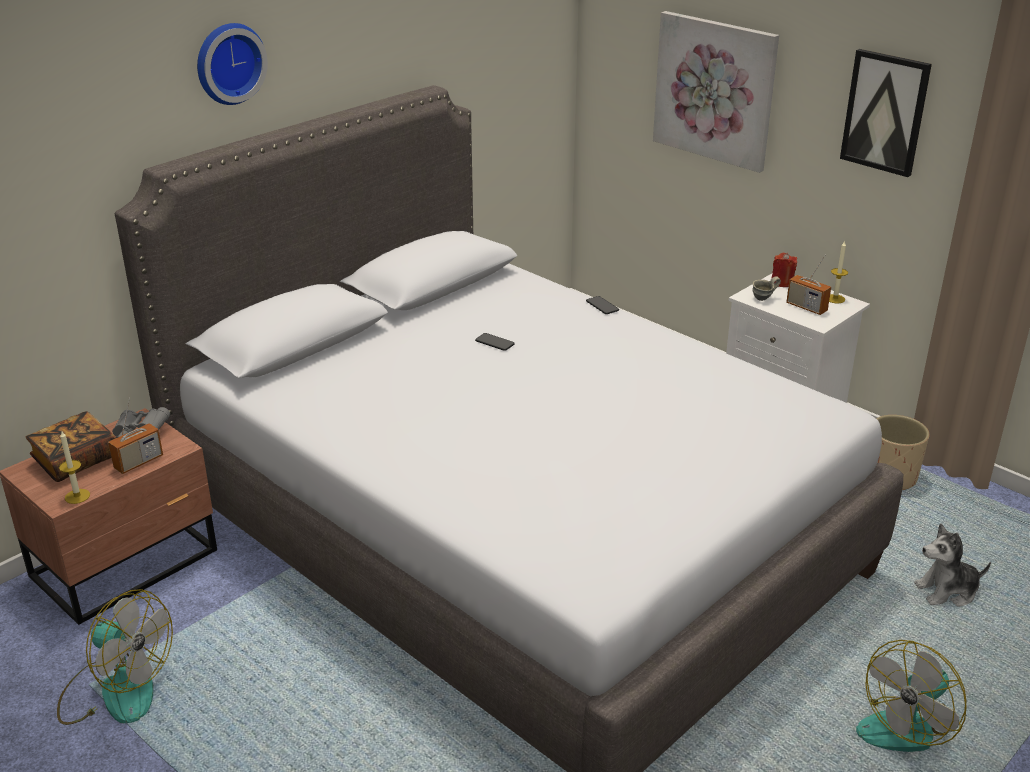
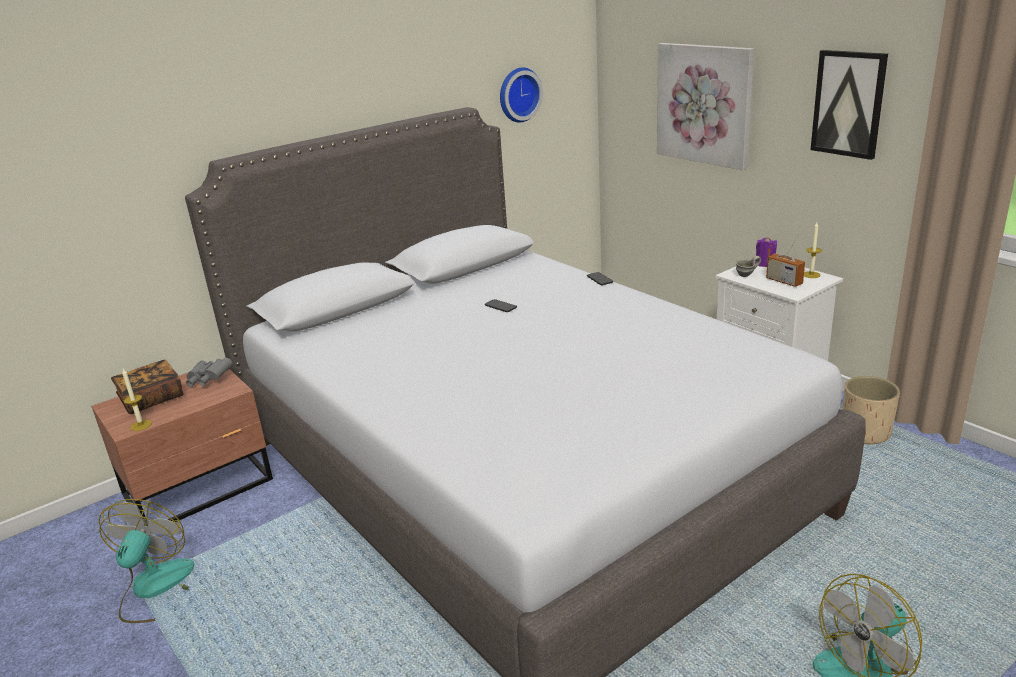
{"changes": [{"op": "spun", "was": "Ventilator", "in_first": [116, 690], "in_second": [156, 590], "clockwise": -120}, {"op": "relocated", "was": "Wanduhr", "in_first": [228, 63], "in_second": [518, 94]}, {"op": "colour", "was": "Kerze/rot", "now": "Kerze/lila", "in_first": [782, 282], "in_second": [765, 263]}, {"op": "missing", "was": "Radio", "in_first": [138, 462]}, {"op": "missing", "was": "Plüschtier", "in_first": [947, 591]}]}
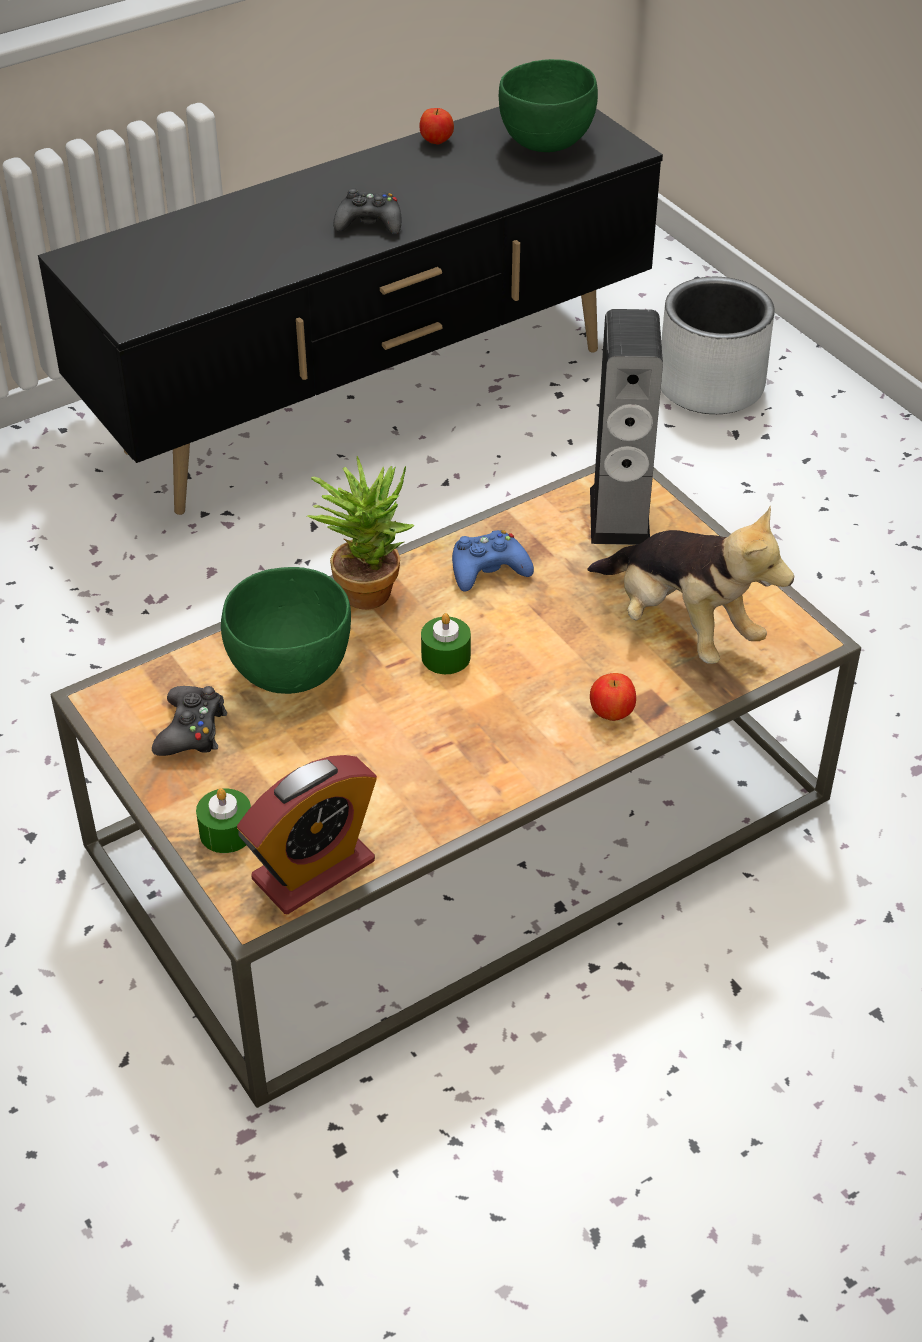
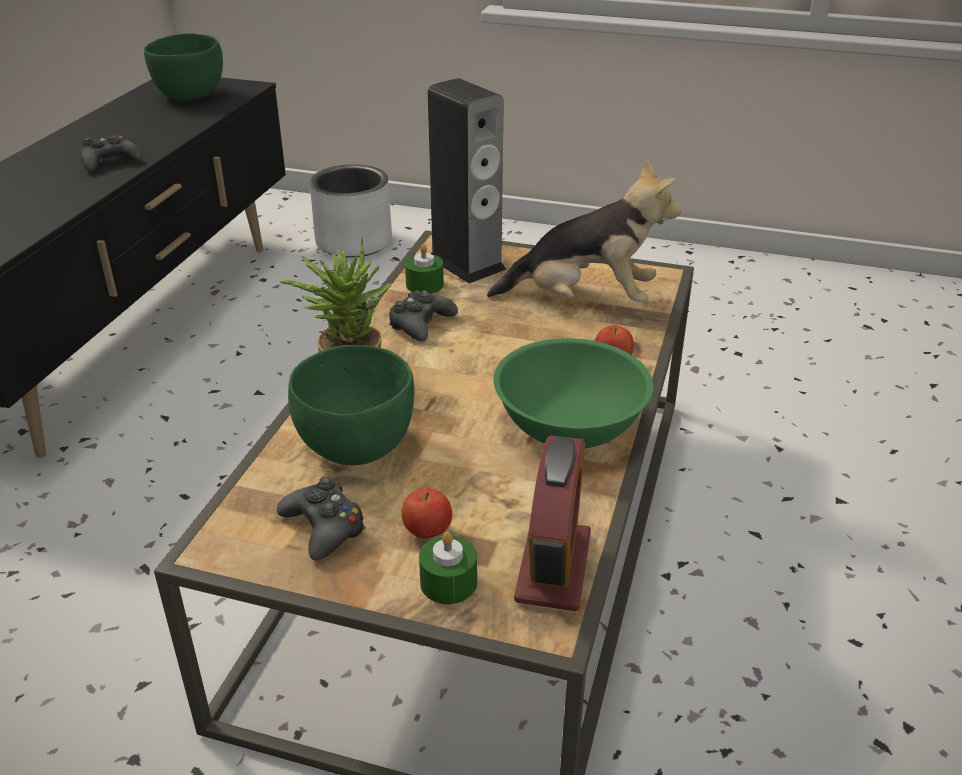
{"changes": [{"op": "colour", "was": "Gamepad/blau", "now": "Gamepad/schwarz", "in_first": [488, 569], "in_second": [421, 324]}, {"op": "relocated", "was": "Apfel", "in_first": [436, 141], "in_second": [427, 532]}, {"op": "relocated", "was": "Kerze/grün", "in_first": [446, 657], "in_second": [424, 285]}, {"op": "appeared", "now": "Schüssel/grün", "in_second": [570, 426]}]}
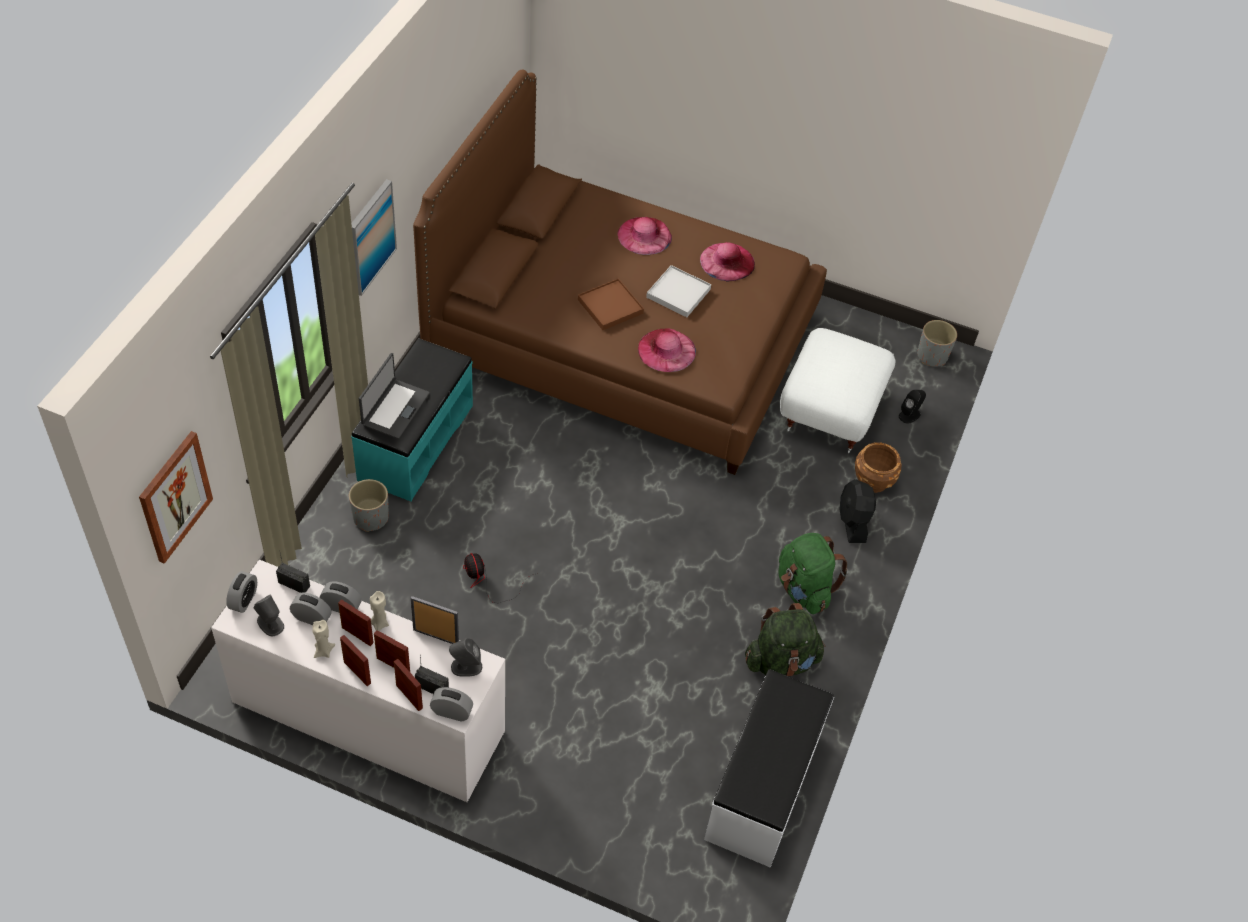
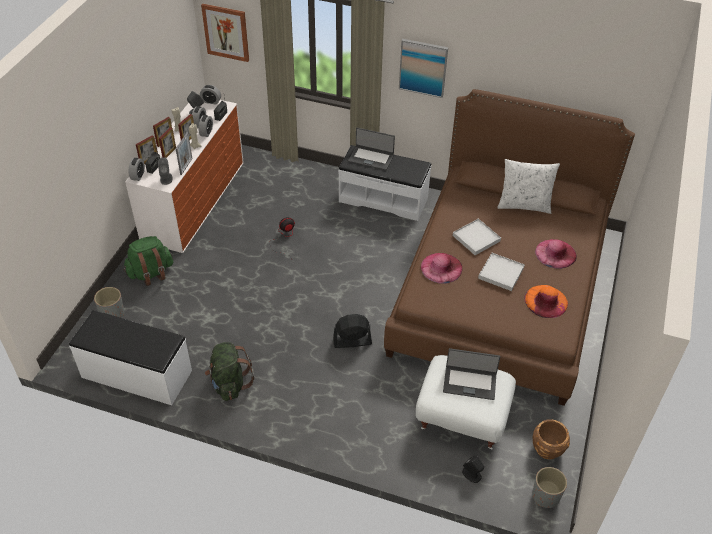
{"changes": [{"op": "relocated", "was": "Pflanzkübel/grau", "in_first": [370, 518], "in_second": [112, 313]}, {"op": "relocated", "was": "Rucksack/grün", "in_first": [804, 589], "in_second": [151, 273]}, {"op": "relocated", "was": "Ventilator/schwarz", "in_first": [853, 522], "in_second": [352, 341]}, {"op": "colour", "was": "Bank/türkis", "now": "Bank/weiß", "in_first": [415, 442], "in_second": [383, 199]}, {"op": "appeared", "now": "Laptop", "in_second": [469, 383]}, {"op": "colour", "was": "Tablett/braun", "now": "Tablett/weiß", "in_first": [610, 306], "in_second": [476, 238]}, {"op": "appeared", "now": "Kissen/weiß", "in_second": [524, 205]}, {"op": "colour", "was": "Hut/rosa", "now": "Hut/orange", "in_first": [727, 261], "in_second": [546, 301]}, {"op": "relocated", "was": "Pflanzkübel/braun", "in_first": [873, 480], "in_second": [547, 449]}]}
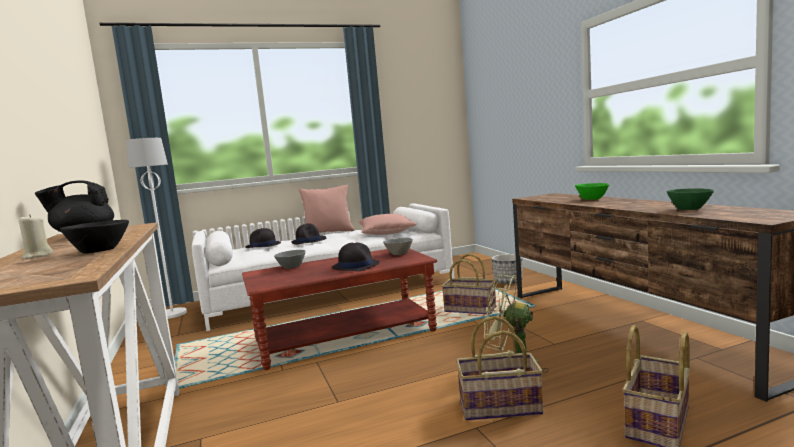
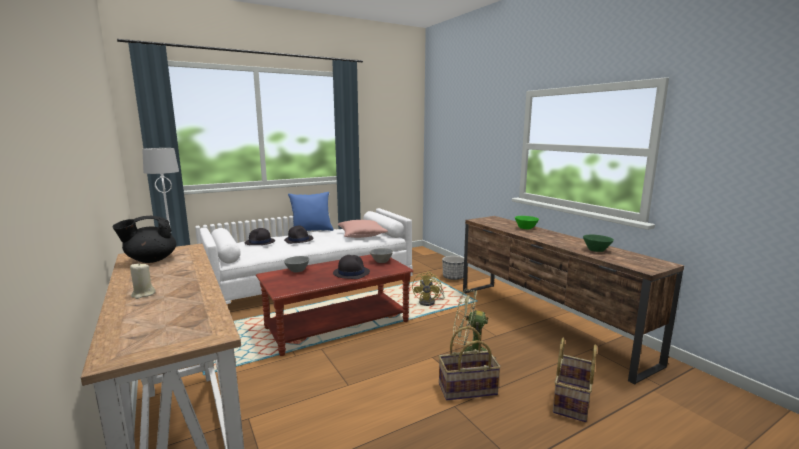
{"changes": [{"op": "colour", "was": "Kissen/rosa", "now": "Kissen/blau", "in_first": [329, 233], "in_second": [312, 231]}, {"op": "exchanged", "was": "Korb", "now": "Ventilator/gelb", "in_first": [470, 309], "in_second": [430, 302]}, {"op": "missing", "was": "Schüssel/schwarz", "in_first": [101, 250]}]}
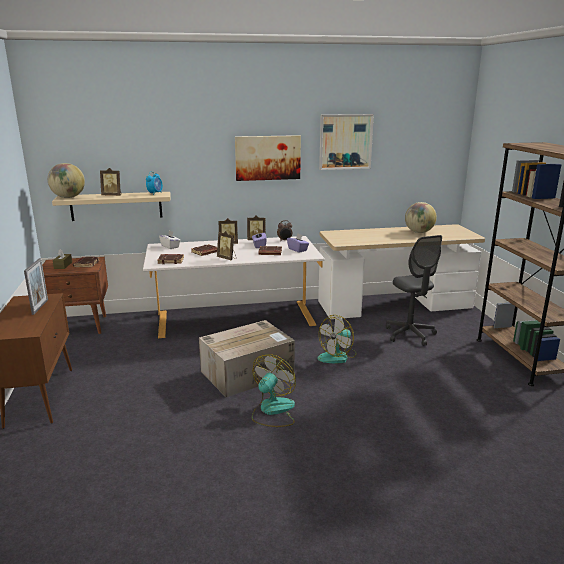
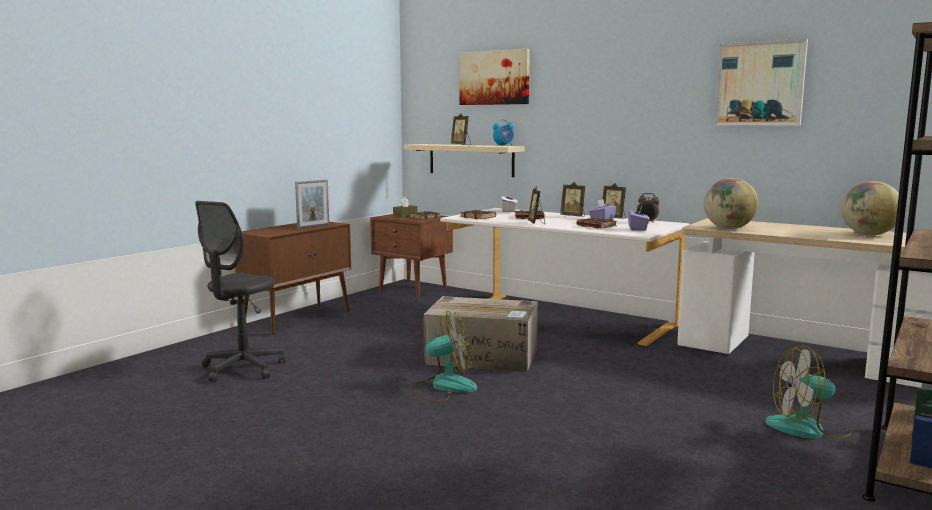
{"changes": [{"op": "relocated", "was": "Bürostuhl/grau", "in_first": [410, 334], "in_second": [243, 369]}, {"op": "relocated", "was": "Bild", "in_first": [267, 157], "in_second": [494, 78]}, {"op": "relocated", "was": "Globus", "in_first": [68, 197], "in_second": [728, 228]}, {"op": "relocated", "was": "Ventilator", "in_first": [337, 356], "in_second": [807, 428]}]}
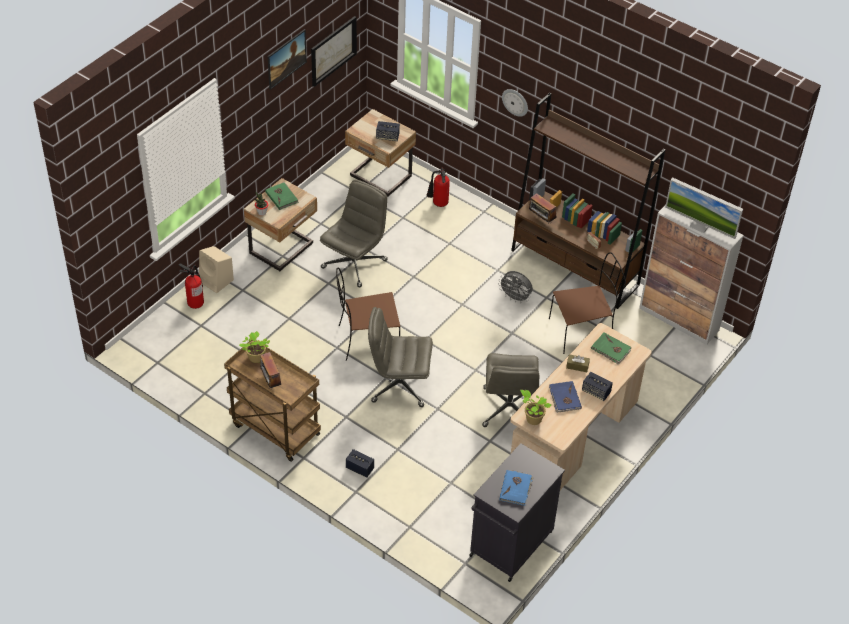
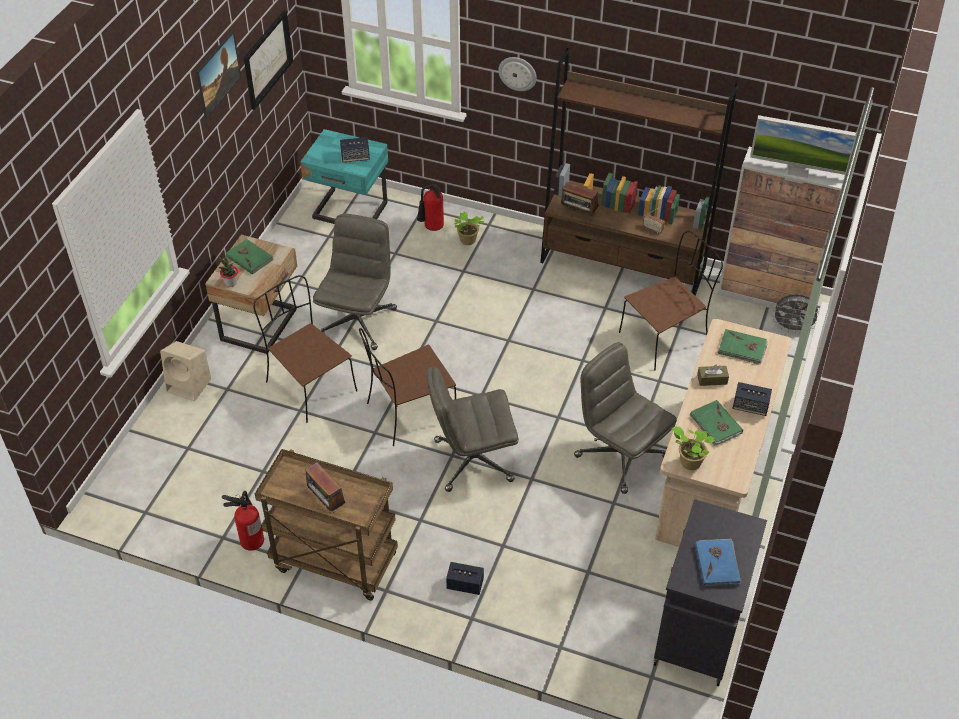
{"changes": [{"op": "relocated", "was": "Feuerlöscher", "in_first": [196, 302], "in_second": [251, 539]}, {"op": "appeared", "now": "Stuhl/braun", "in_second": [309, 385]}, {"op": "colour", "was": "Nachttisch/beige", "now": "Nachttisch/türkis", "in_first": [380, 177], "in_second": [349, 213]}, {"op": "relocated", "was": "Topfpflanze", "in_first": [255, 358], "in_second": [467, 241]}, {"op": "spun", "was": "Bürostuhl/grau", "in_first": [509, 409], "in_second": [620, 456], "clockwise": 150}, {"op": "colour", "was": "Buch/blau", "now": "Buch/grün", "in_first": [564, 398], "in_second": [715, 425]}, {"op": "relocated", "was": "Ventilator/grau", "in_first": [515, 298], "in_second": [792, 328]}]}
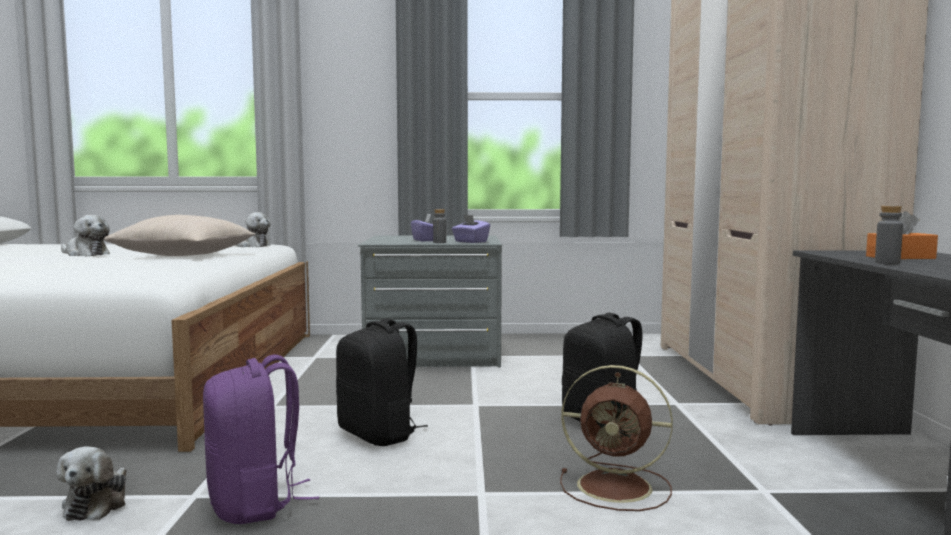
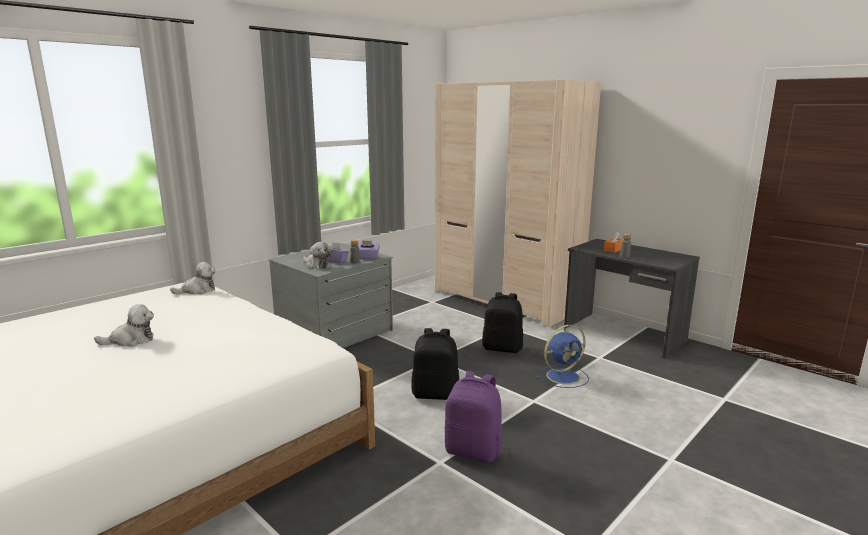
{"changes": [{"op": "relocated", "was": "Plüschtier", "in_first": [97, 504], "in_second": [316, 265]}, {"op": "colour", "was": "Ventilator/braun", "now": "Ventilator/blau", "in_first": [618, 487], "in_second": [564, 376]}, {"op": "missing", "was": "Kissen/beige", "in_first": [184, 255]}]}
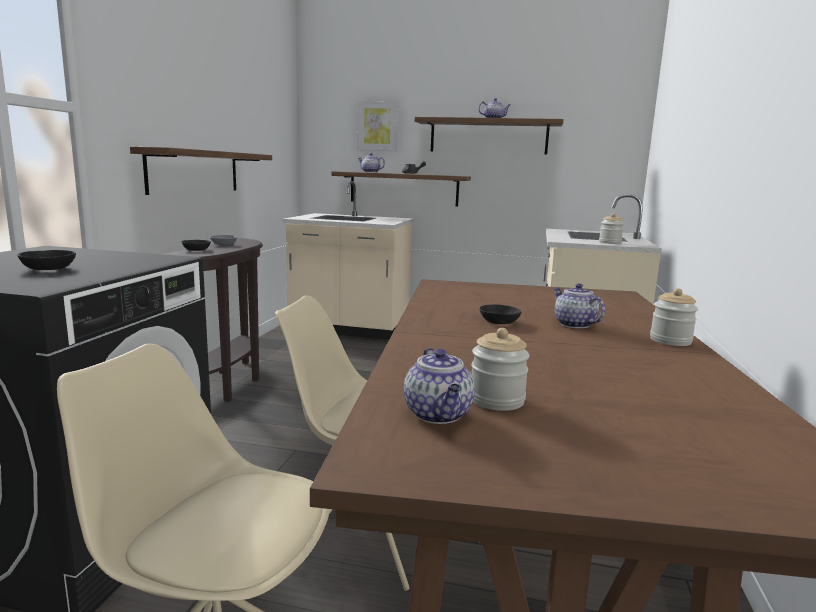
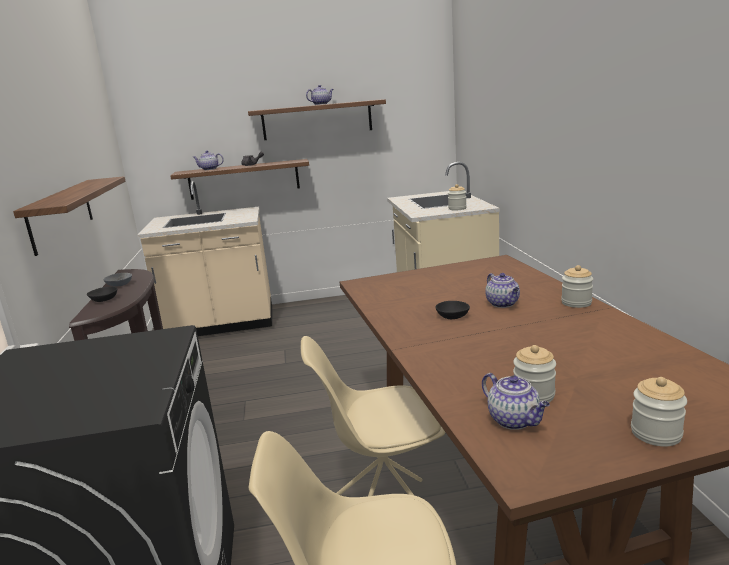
{"changes": [{"op": "spun", "was": "Teekanne", "in_first": [573, 324], "in_second": [503, 304], "clockwise": -150}, {"op": "appeared", "now": "Vorratsglas", "in_second": [656, 433]}, {"op": "missing", "was": "Schüssel/schwarz", "in_first": [49, 269]}, {"op": "missing", "was": "Bild", "in_first": [378, 126]}]}
